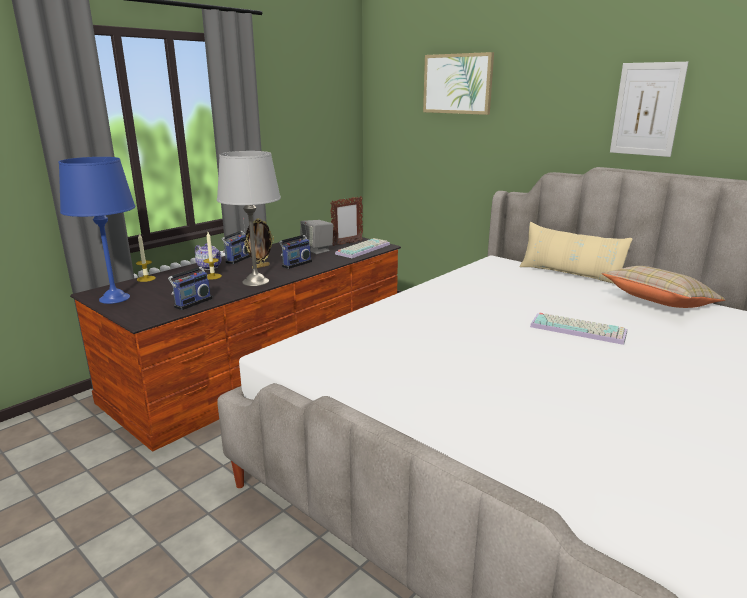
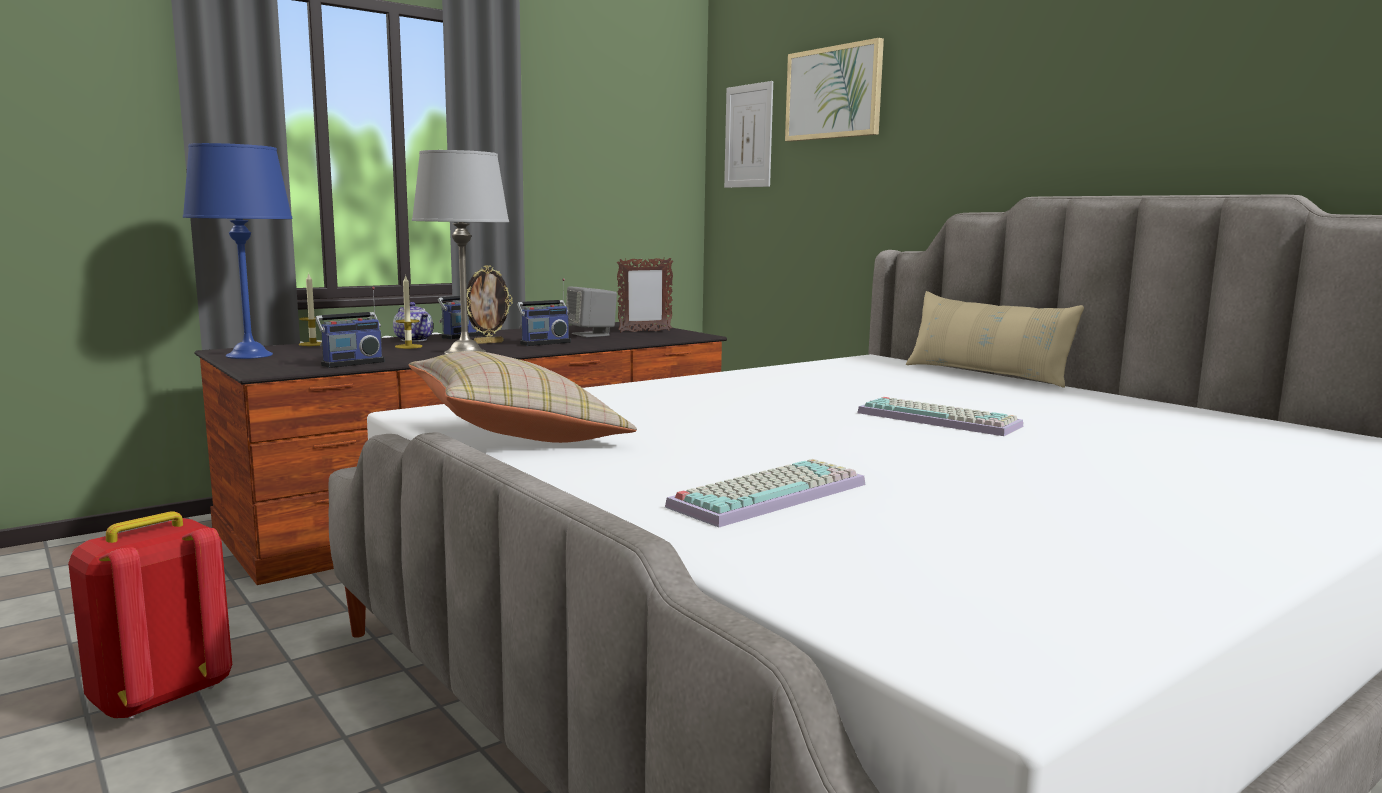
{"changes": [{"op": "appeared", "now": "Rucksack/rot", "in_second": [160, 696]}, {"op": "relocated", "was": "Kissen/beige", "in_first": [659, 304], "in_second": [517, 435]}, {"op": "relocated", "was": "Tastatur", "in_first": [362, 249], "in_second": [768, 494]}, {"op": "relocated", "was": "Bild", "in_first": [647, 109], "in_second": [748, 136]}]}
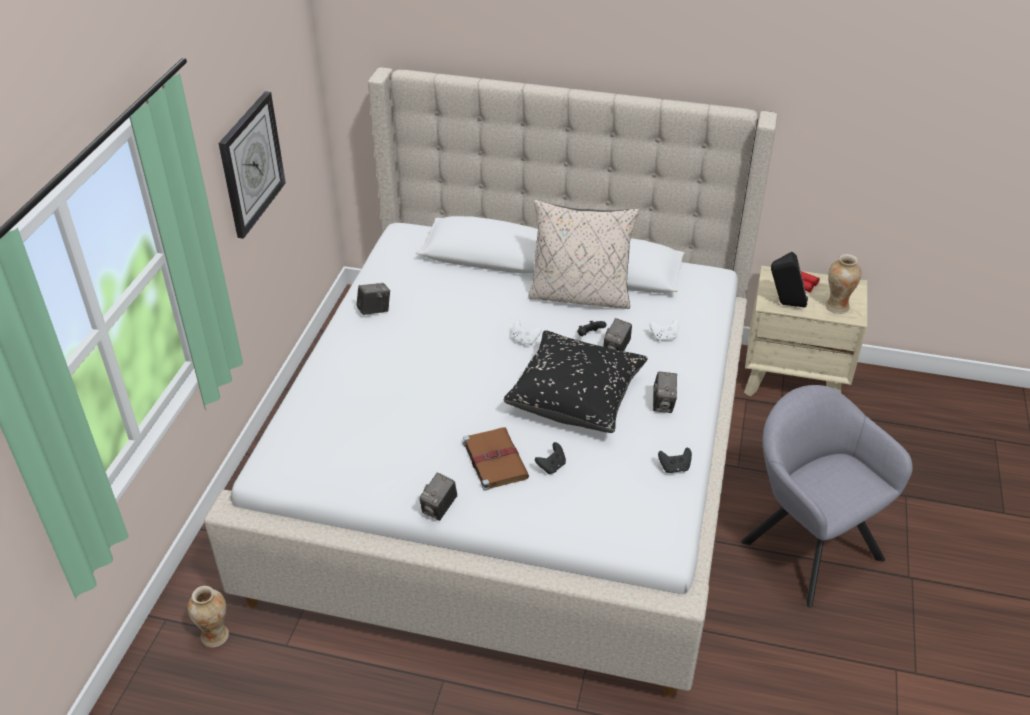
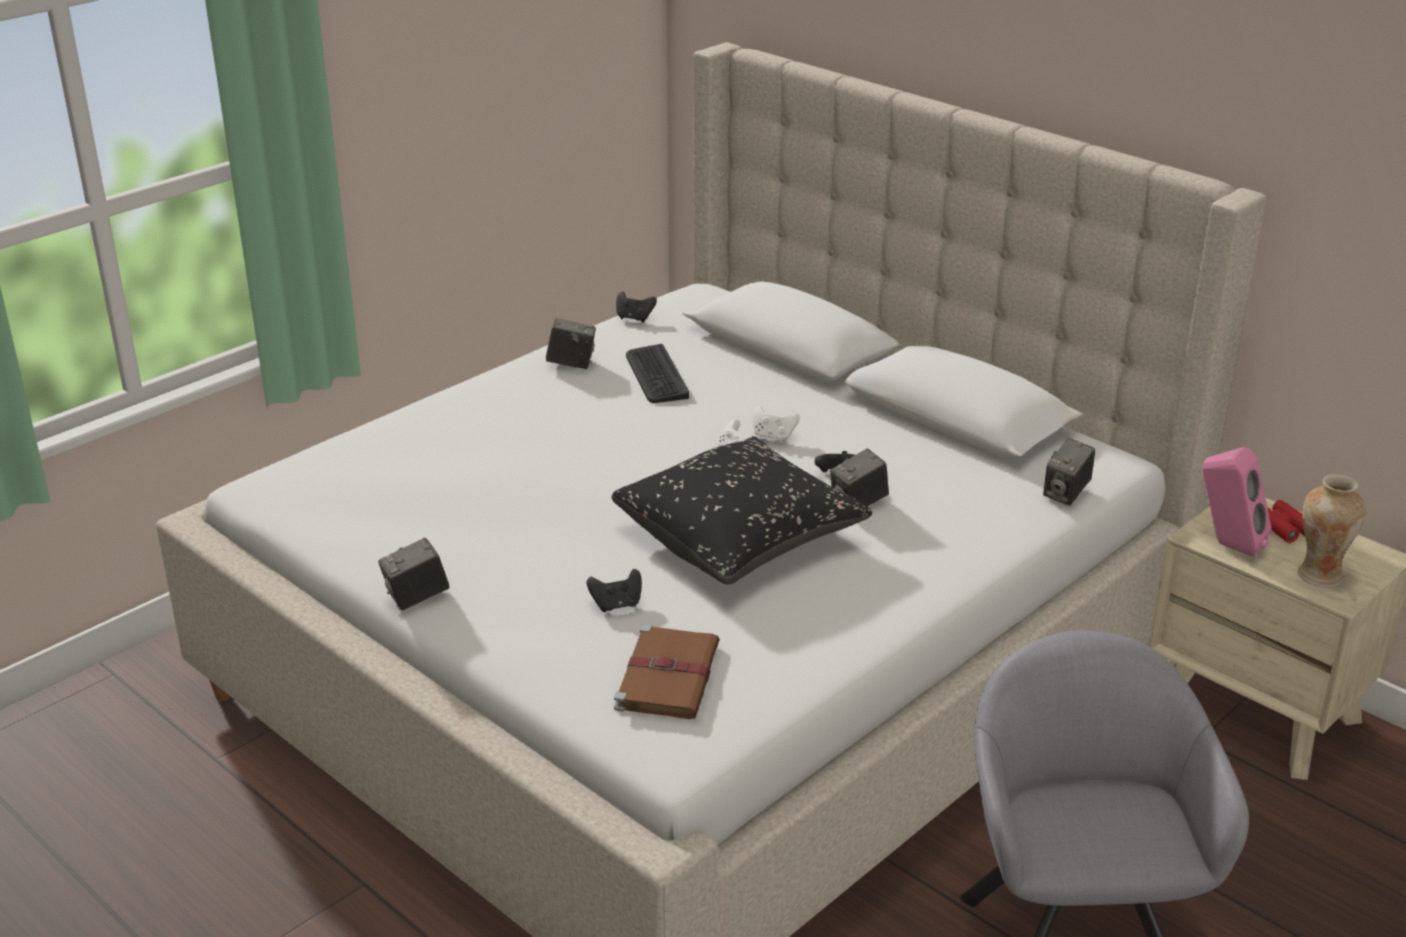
{"changes": [{"op": "relocated", "was": "Buch/braun", "in_first": [494, 459], "in_second": [668, 675]}, {"op": "relocated", "was": "Gamepad/schwarz", "in_first": [674, 468], "in_second": [634, 318]}, {"op": "appeared", "now": "Tastatur", "in_second": [656, 375]}, {"op": "relocated", "was": "Gamepad/weiß", "in_first": [664, 337], "in_second": [773, 437]}, {"op": "relocated", "was": "Kamera", "in_first": [663, 404], "in_second": [1066, 494]}, {"op": "colour", "was": "Lautsprecher/schwarz", "now": "Lautsprecher/rosa", "in_first": [785, 304], "in_second": [1226, 545]}, {"op": "missing", "was": "Vase", "in_first": [215, 636]}, {"op": "missing", "was": "Wanduhr", "in_first": [251, 164]}, {"op": "missing", "was": "Kissen/beige", "in_first": [580, 295]}]}
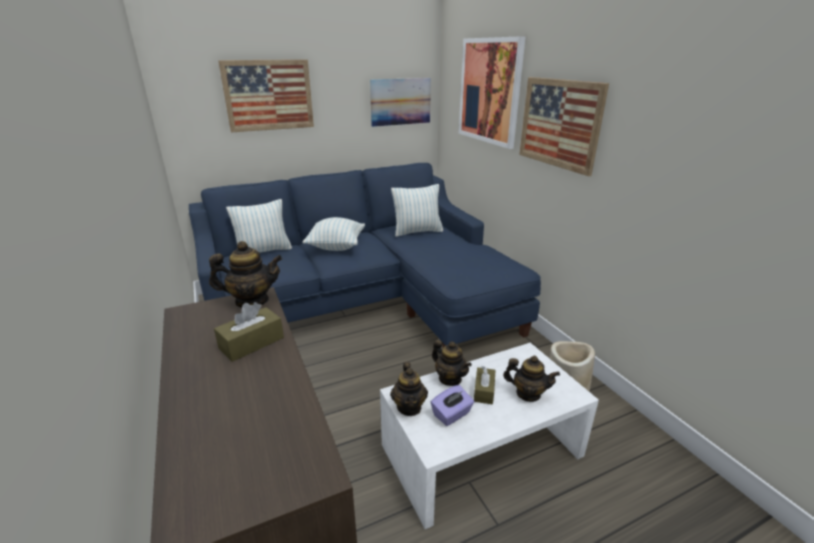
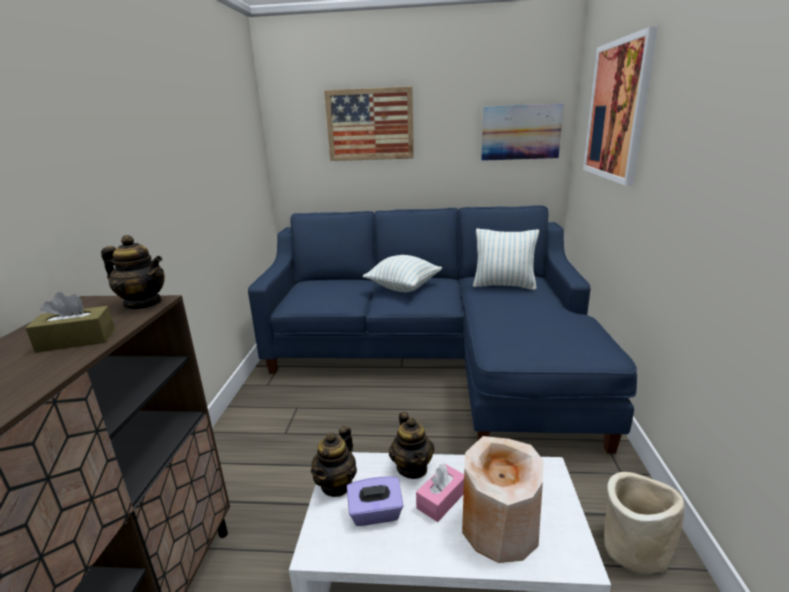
{"changes": [{"op": "colour", "was": "Taschentuchbox/braun", "now": "Taschentuchbox/rosa", "in_first": [484, 391], "in_second": [441, 500]}, {"op": "exchanged", "was": "Teekanne", "now": "Vase/beige", "in_first": [528, 394], "in_second": [499, 528]}, {"op": "missing", "was": "Kissen", "in_first": [263, 251]}, {"op": "missing", "was": "Bild", "in_first": [559, 123]}]}
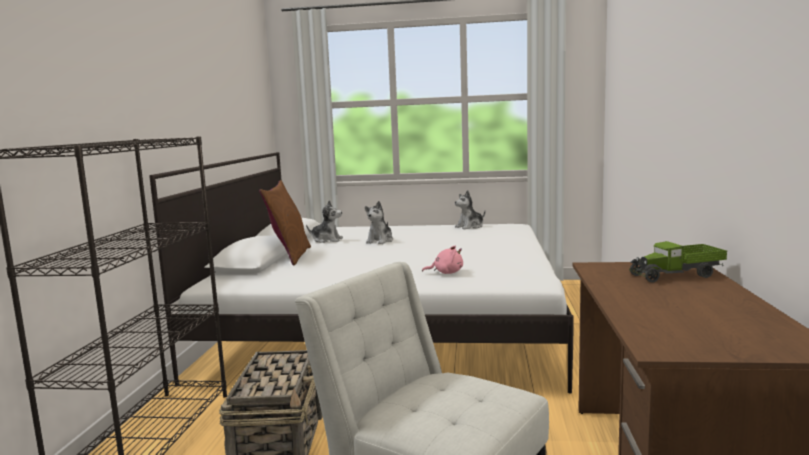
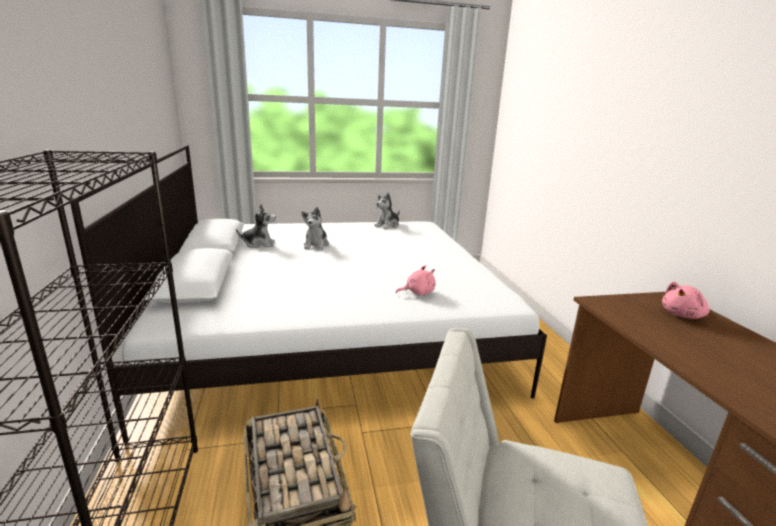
{"changes": [{"op": "exchanged", "was": "Spielzeuglaster", "now": "Plüschtier/rosa", "in_first": [677, 275], "in_second": [683, 315]}, {"op": "missing", "was": "Kissen/braun", "in_first": [289, 256]}]}
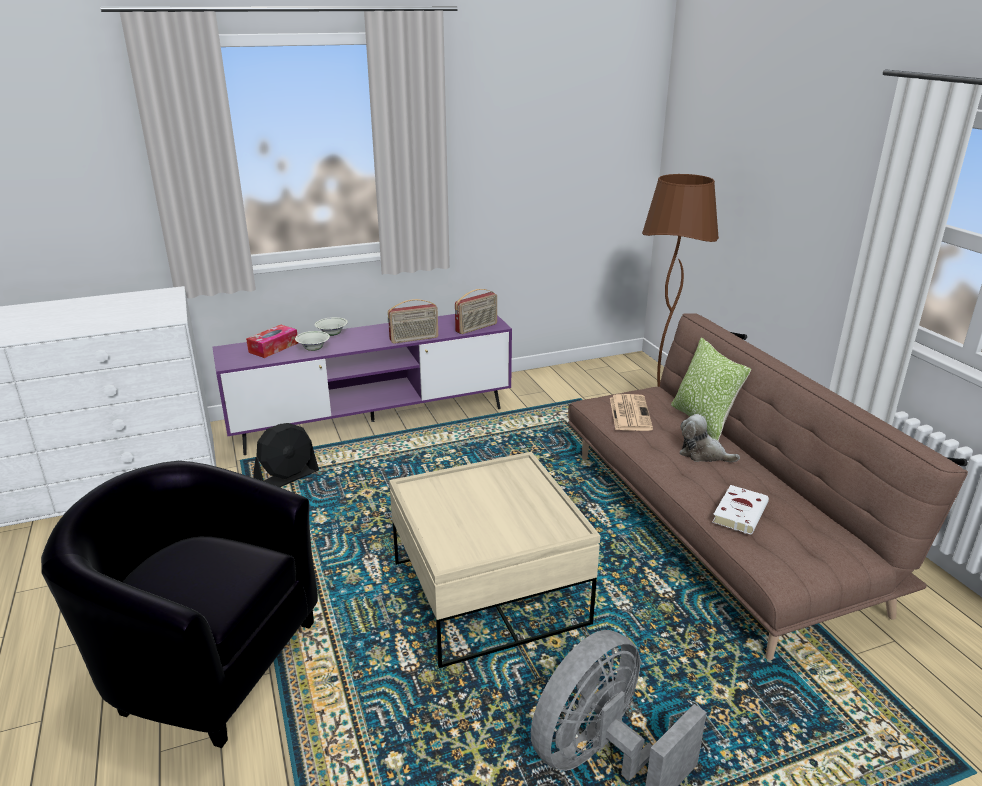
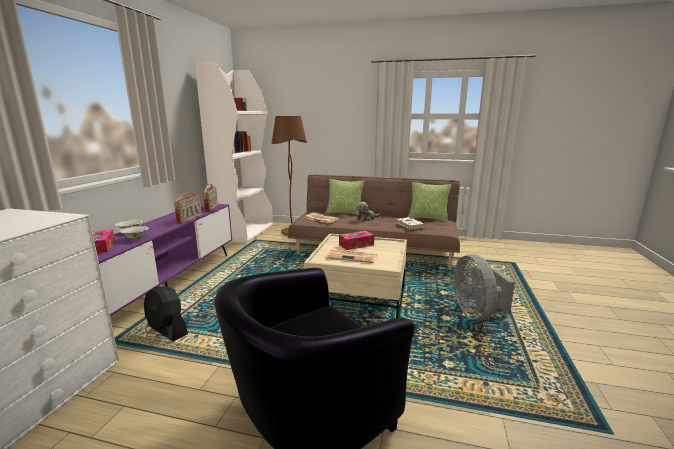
{"changes": [{"op": "spun", "was": "Ventilator/schwarz", "in_first": [287, 479], "in_second": [167, 330], "clockwise": 135}, {"op": "appeared", "now": "Bücherregal/weiß", "in_second": [245, 231]}, {"op": "appeared", "now": "Zeitung", "in_second": [352, 256]}, {"op": "appeared", "now": "Taschentuchbox", "in_second": [356, 245]}, {"op": "appeared", "now": "Kissen", "in_second": [428, 218]}]}
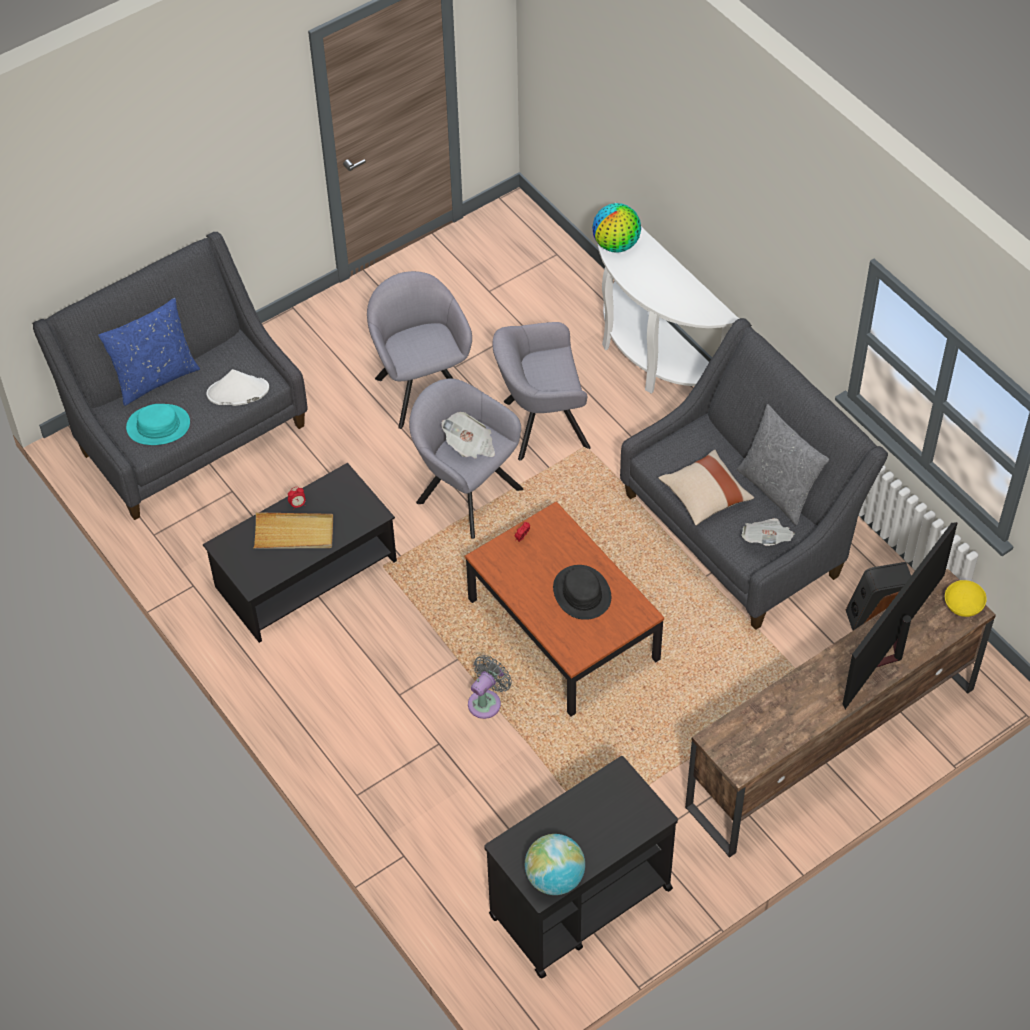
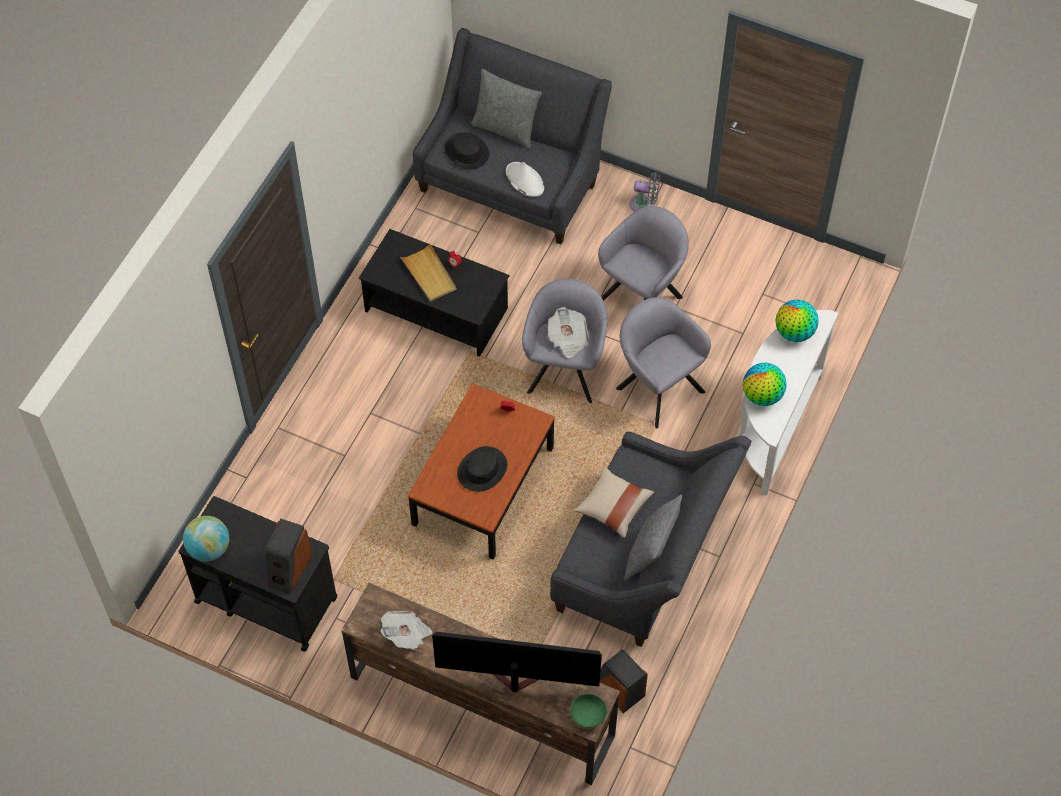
{"changes": [{"op": "appeared", "now": "Lautsprecher", "in_second": [289, 569]}, {"op": "relocated", "was": "Zeitung", "in_first": [766, 540], "in_second": [407, 635]}, {"op": "colour", "was": "Hut/türkis", "now": "Hut/schwarz", "in_first": [158, 426], "in_second": [466, 152]}, {"op": "colour", "was": "Kissen/blau", "now": "Kissen/grau", "in_first": [155, 378], "in_second": [506, 129]}, {"op": "colour", "was": "Schüssel/gelb", "now": "Schüssel/grün", "in_first": [962, 608], "in_second": [587, 716]}, {"op": "relocated", "was": "Ventilator/grau", "in_first": [487, 701], "in_second": [644, 204]}, {"op": "appeared", "now": "Globus", "in_second": [762, 395]}]}
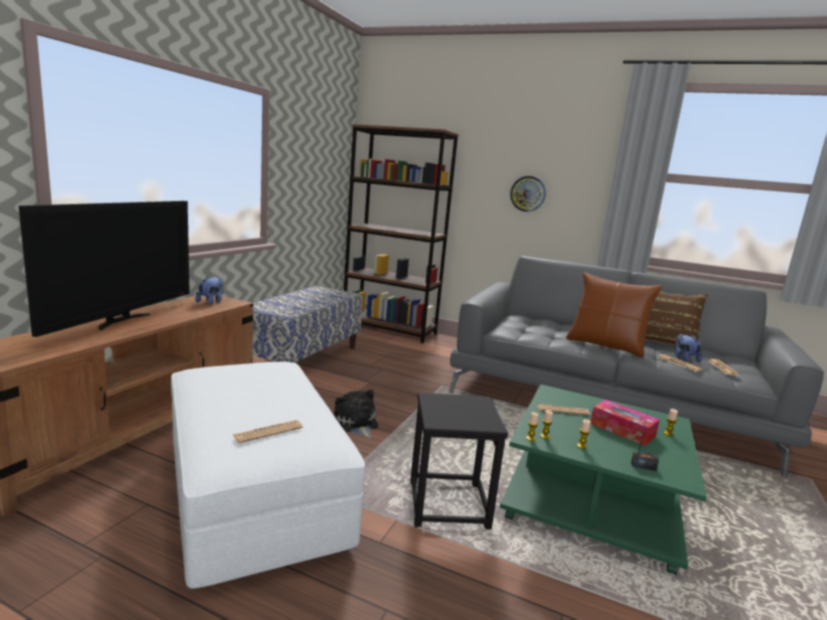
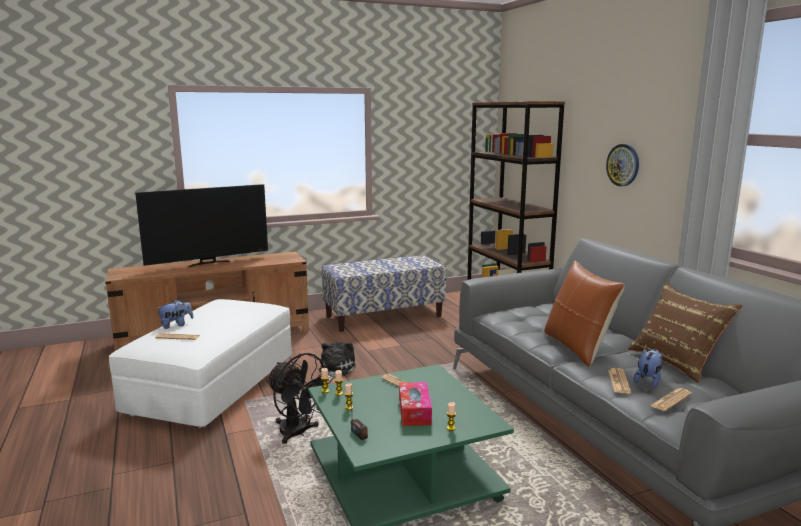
{"changes": [{"op": "relocated", "was": "Plüschtier", "in_first": [211, 302], "in_second": [176, 325]}, {"op": "exchanged", "was": "Hocker/schwarz", "now": "Ventilator/schwarz", "in_first": [447, 504], "in_second": [298, 433]}]}
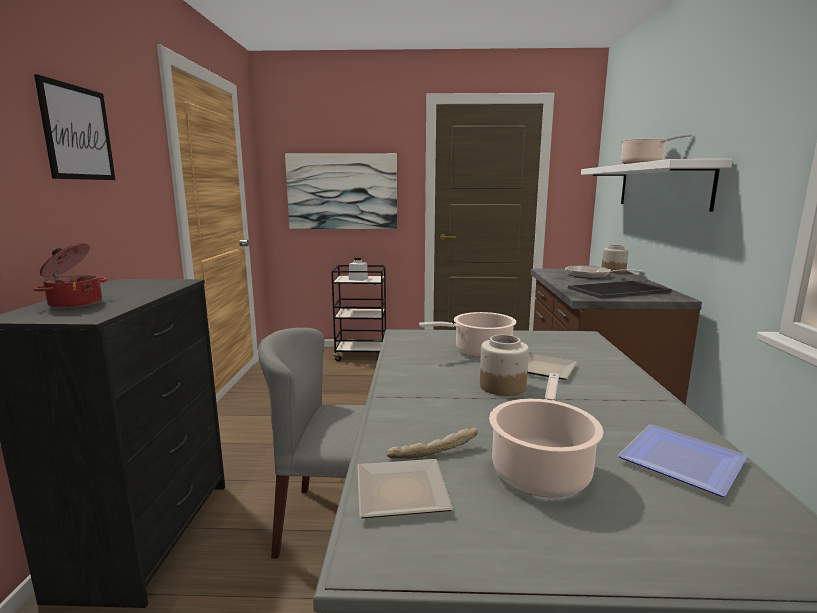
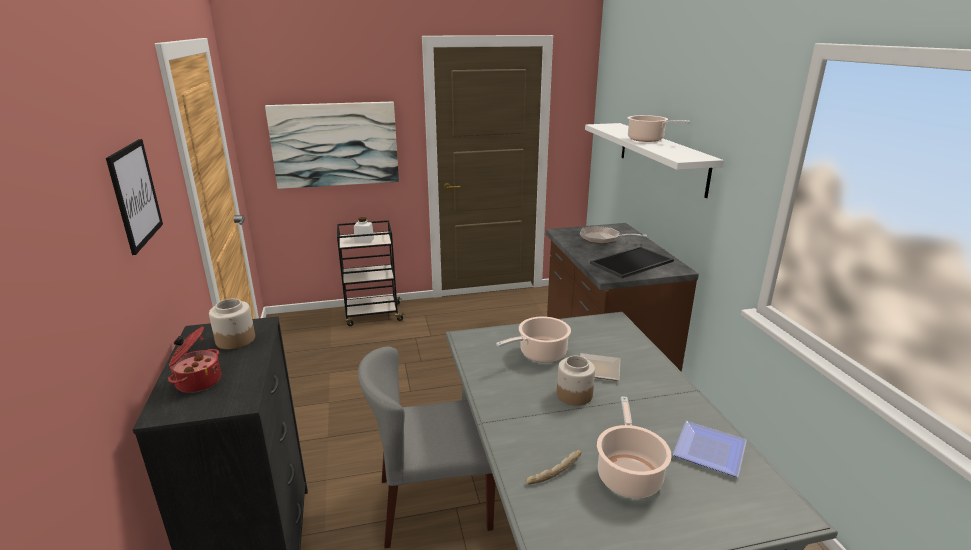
{"changes": [{"op": "relocated", "was": "Vorratsglas", "in_first": [613, 271], "in_second": [236, 339]}, {"op": "missing", "was": "Teller", "in_first": [398, 491]}]}
